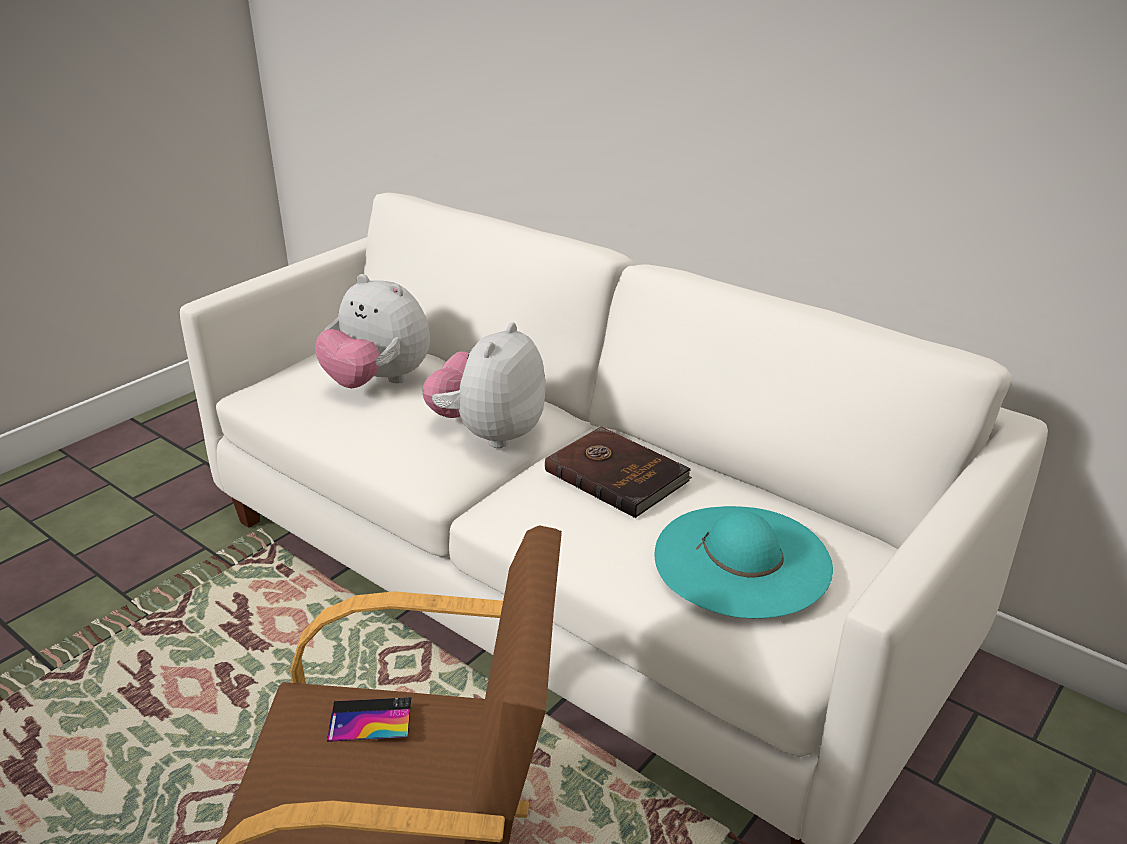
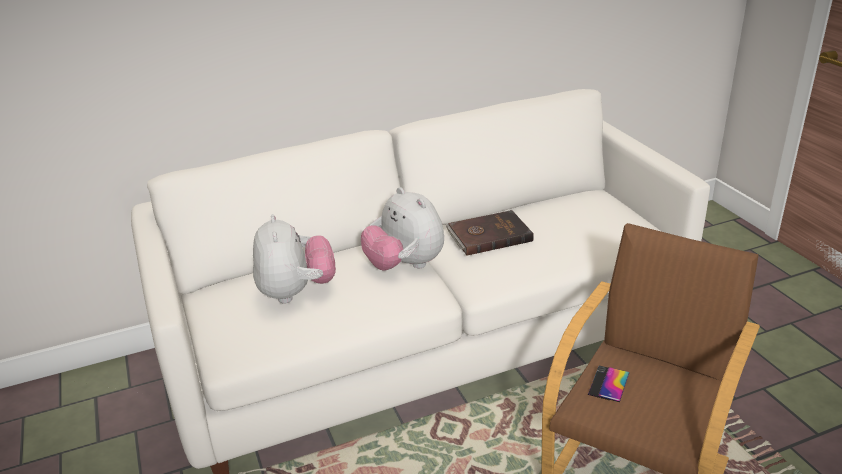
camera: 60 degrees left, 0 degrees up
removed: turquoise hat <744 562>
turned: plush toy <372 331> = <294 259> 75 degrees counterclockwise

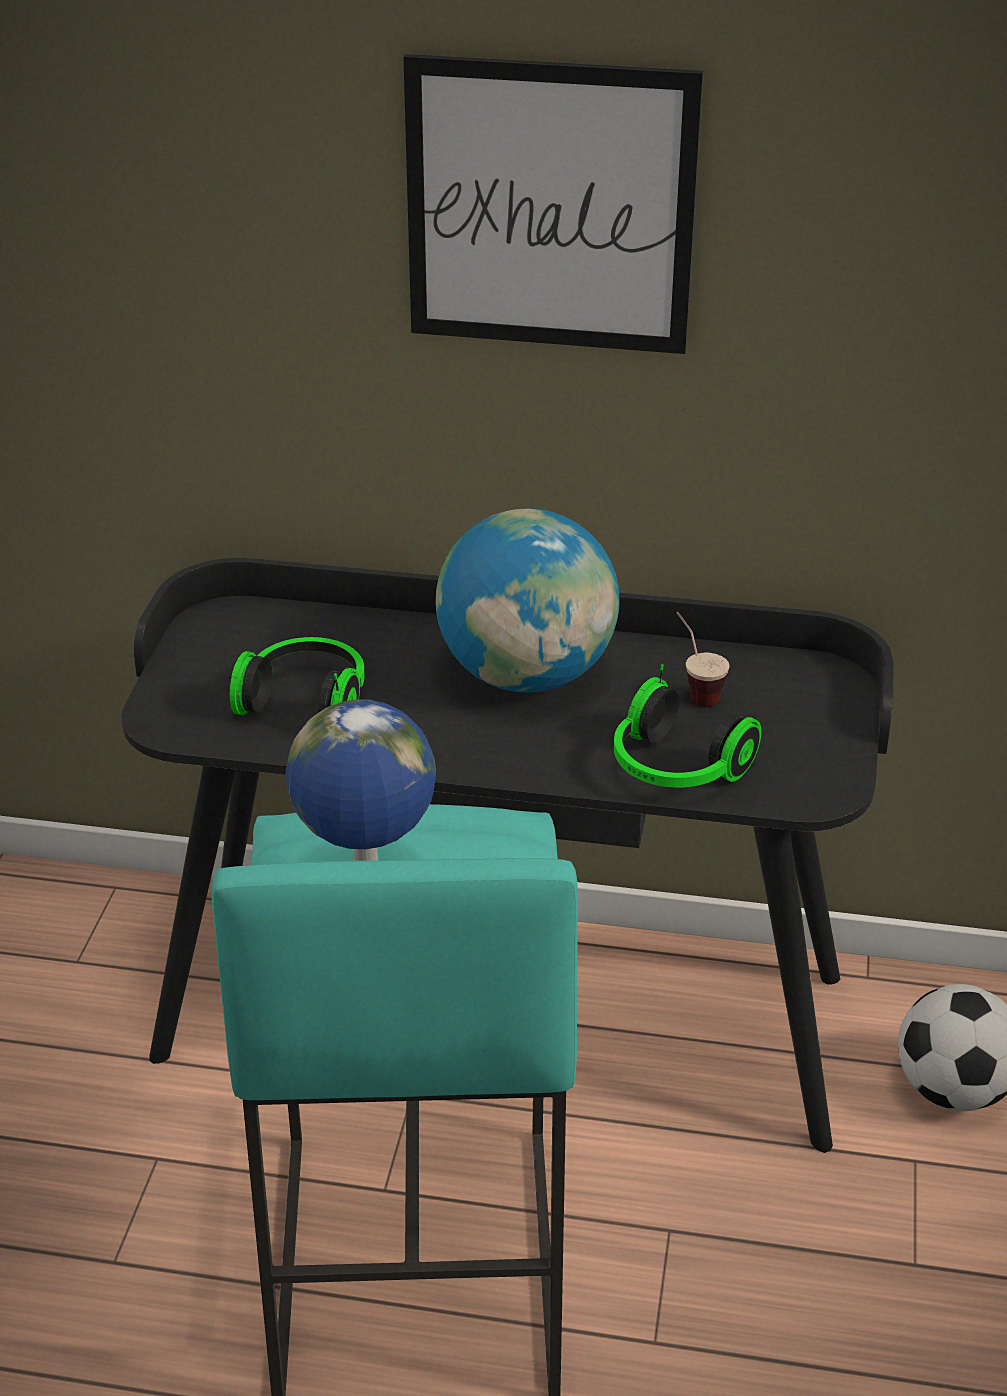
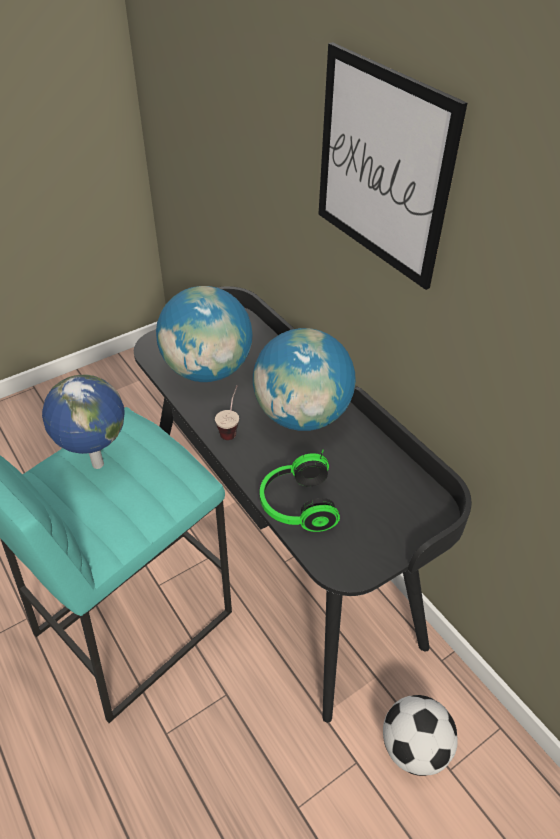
camera: 45 degrees right, 10 degrees up
moved: cup <703 659> to <227 412>
replaced: pair of headphones <297 676> to desk globe <204 334>

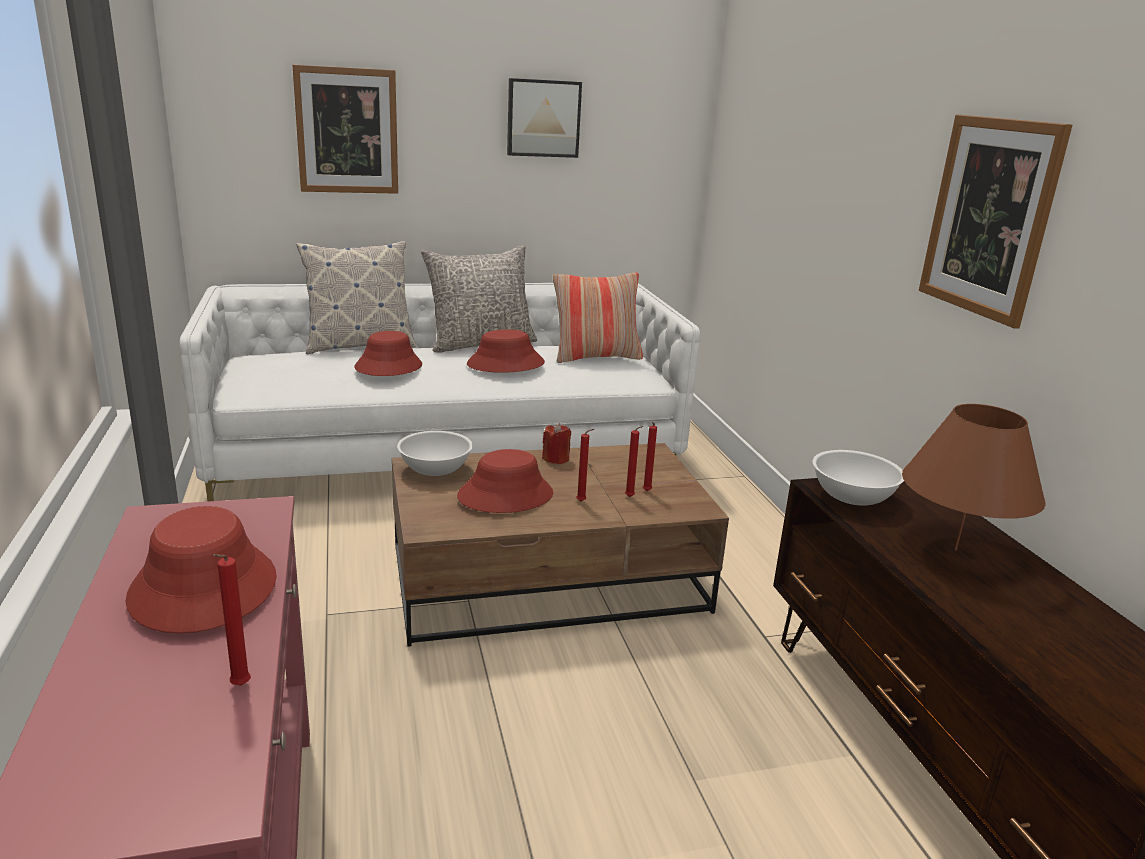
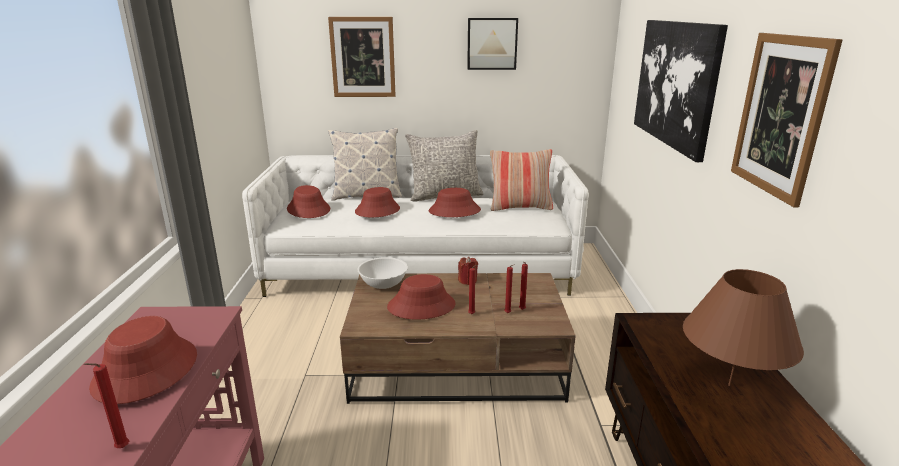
camera: 15 degrees right, 0 degrees up
removed: whitish bowl <858 478>
added: reddish hat <308 201>; wall picture <681 91>

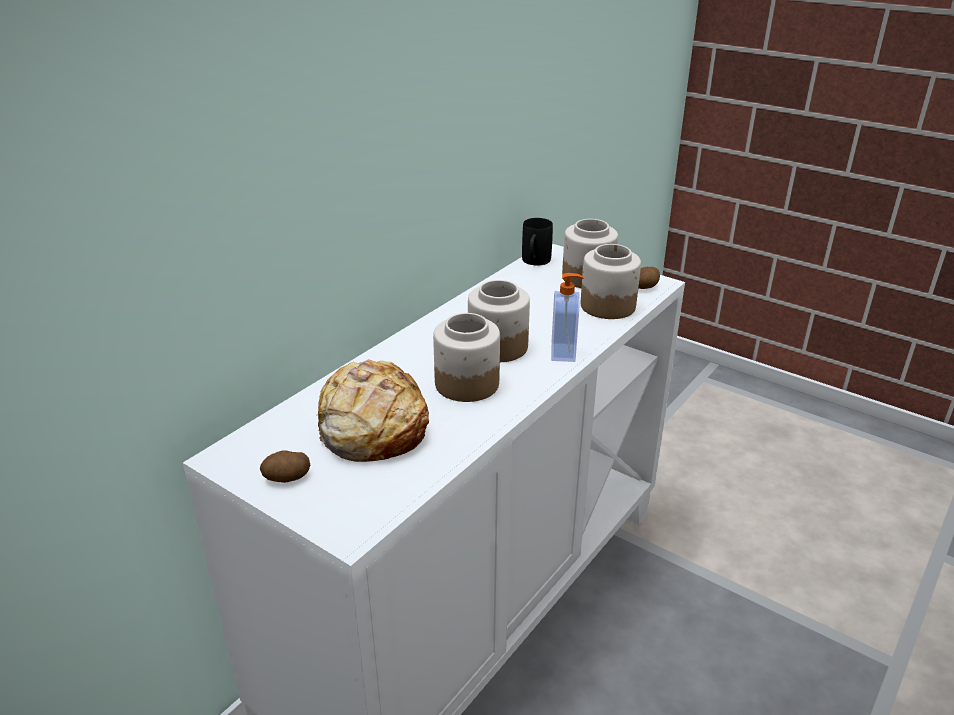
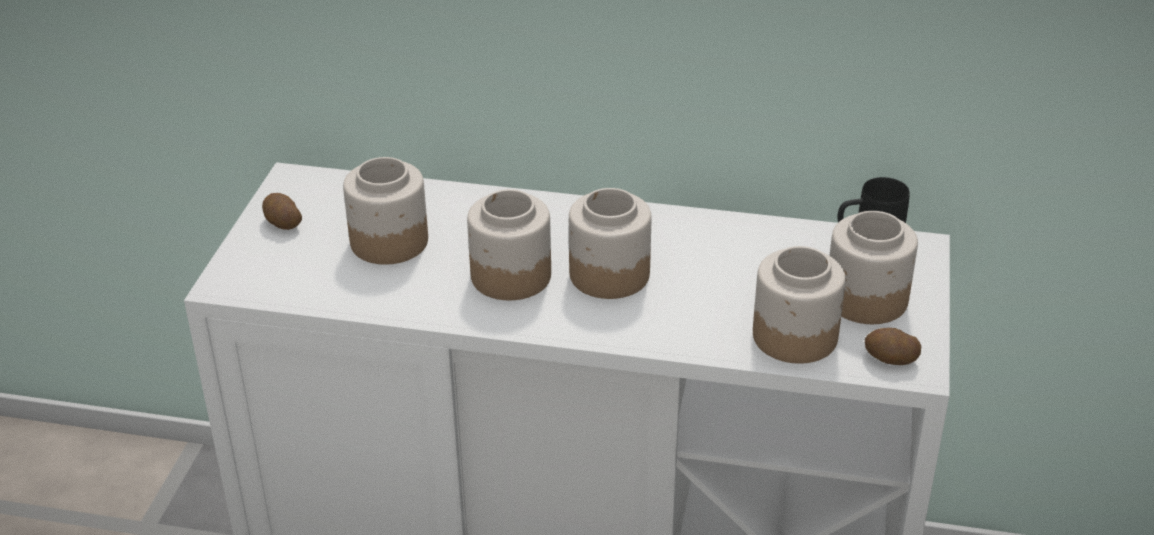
camera: 65 degrees right, 5 degrees up
removed: soap bottle <567 317>
replaced: bakery bread <372 411> to preserve jar <385 211>

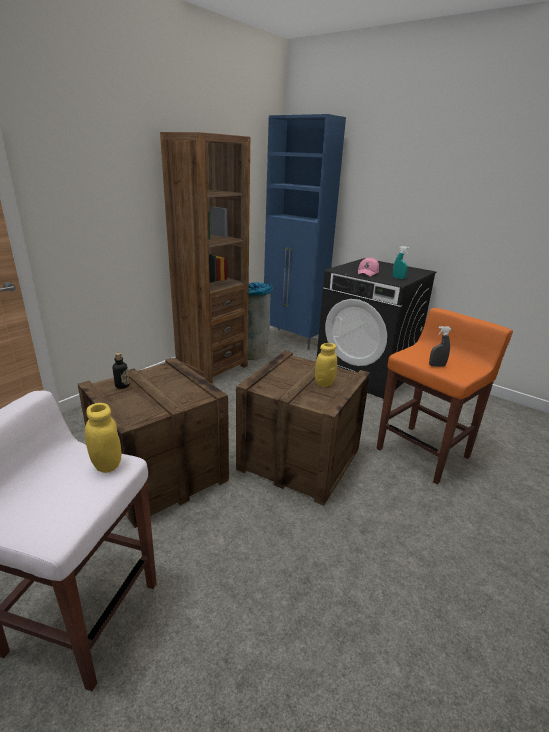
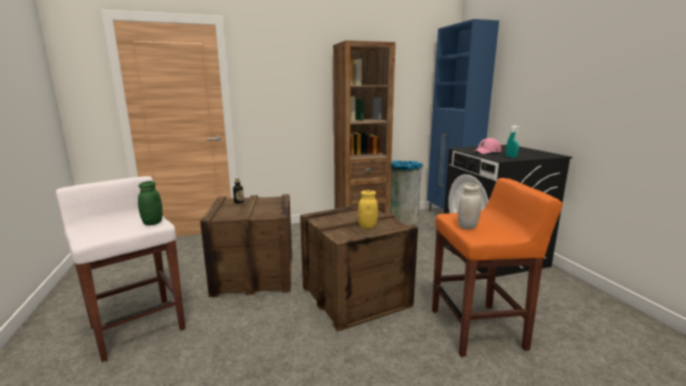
camera: 35 degrees right, 10 degrees down
replaced: greyish spray bottle <440 346> to whitish preserve jar <469 207>
recoloured: yellow preserve jar <103 438> to green-coloured preserve jar <150 203>

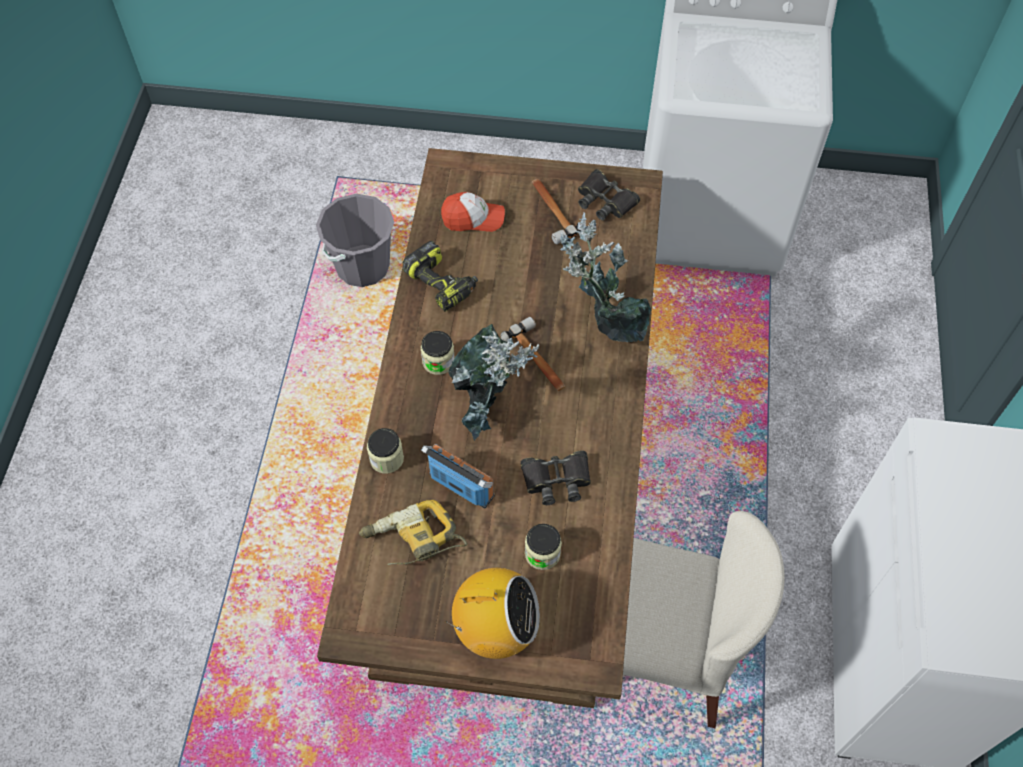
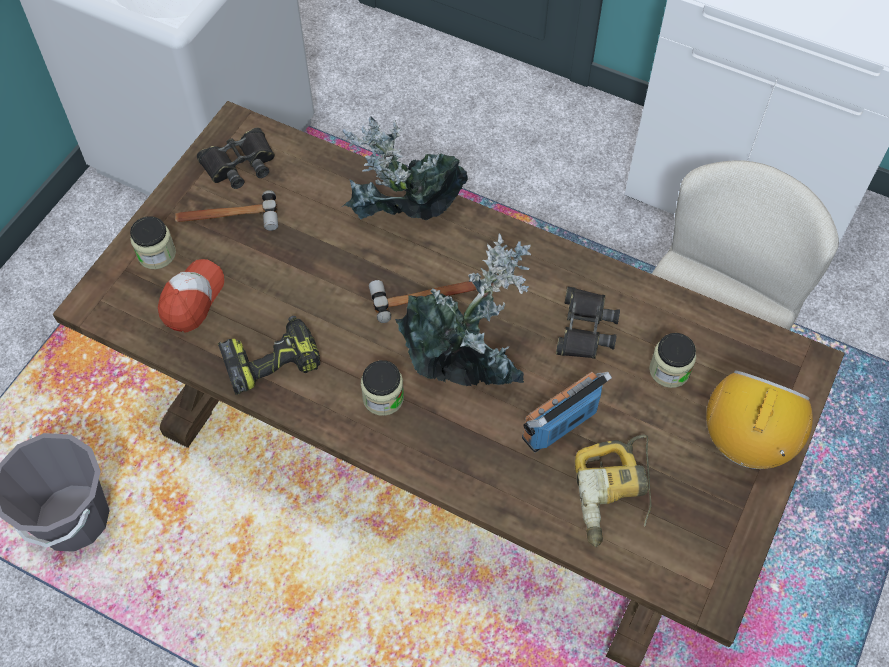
camera: 70 degrees left, 0 degrees up
moved: preserve jar <385 451> to <153 242>

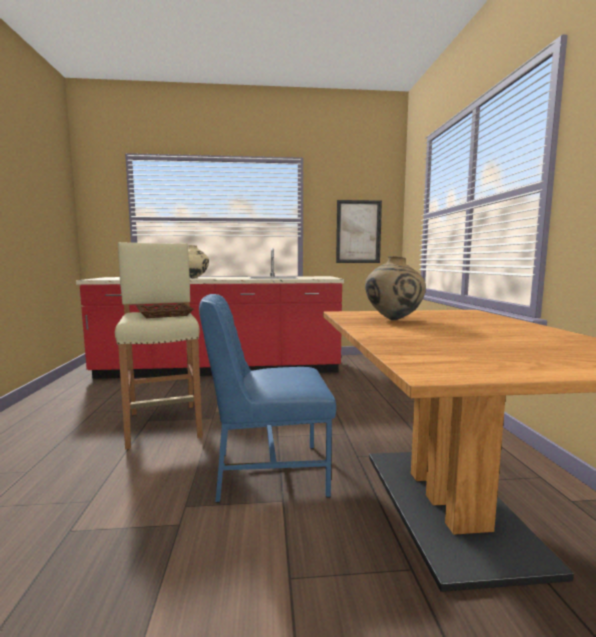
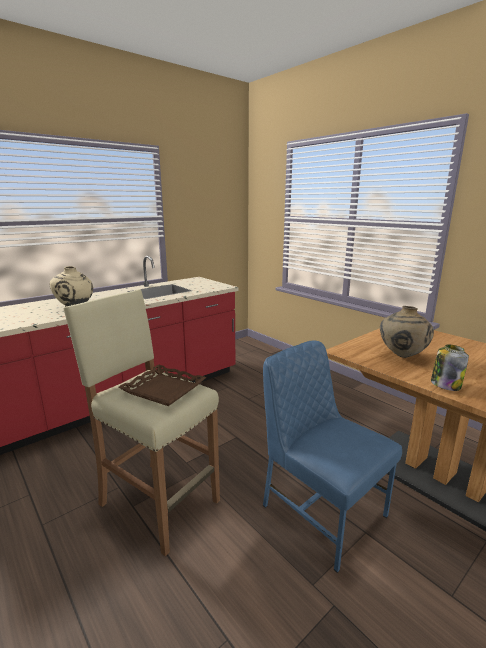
camera: 35 degrees left, 10 degrees up
removed: wall picture <359 231>
added: preserve jar <450 367>
turned: blue chair <267 398> = <332 456> 90 degrees clockwise

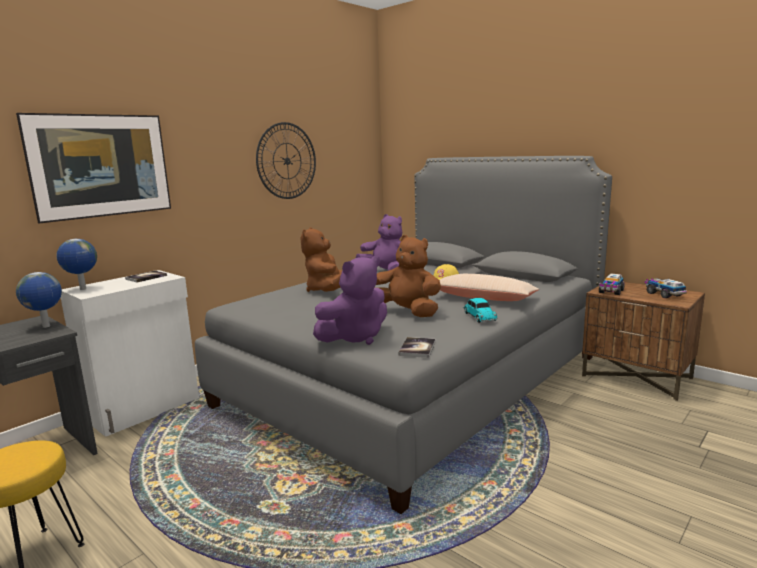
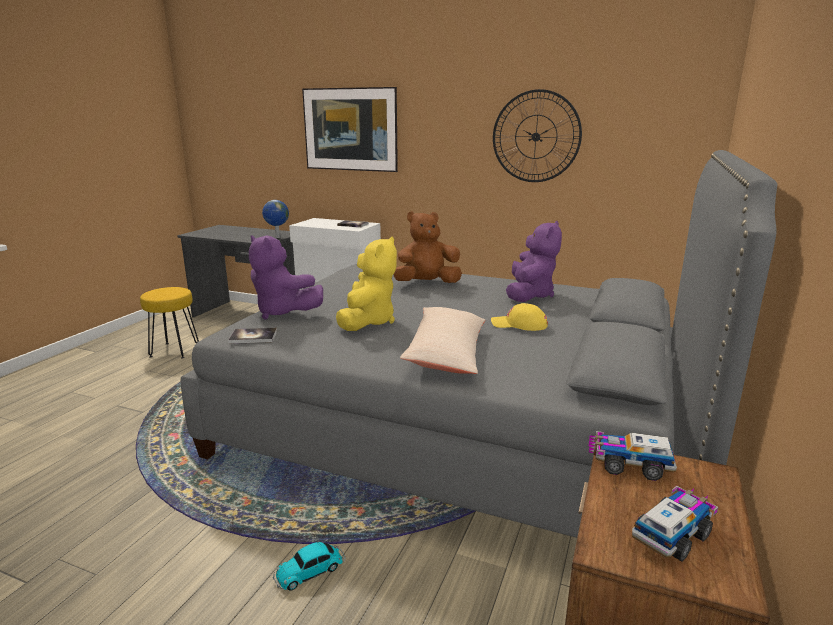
camera: 70 degrees right, 5 degrees up
removed: desk globe <76 264>
moved: toy car <480 310> to <309 566>
recoloured: brown-coloured plush toy <408 276> to yellow plush toy <366 283>

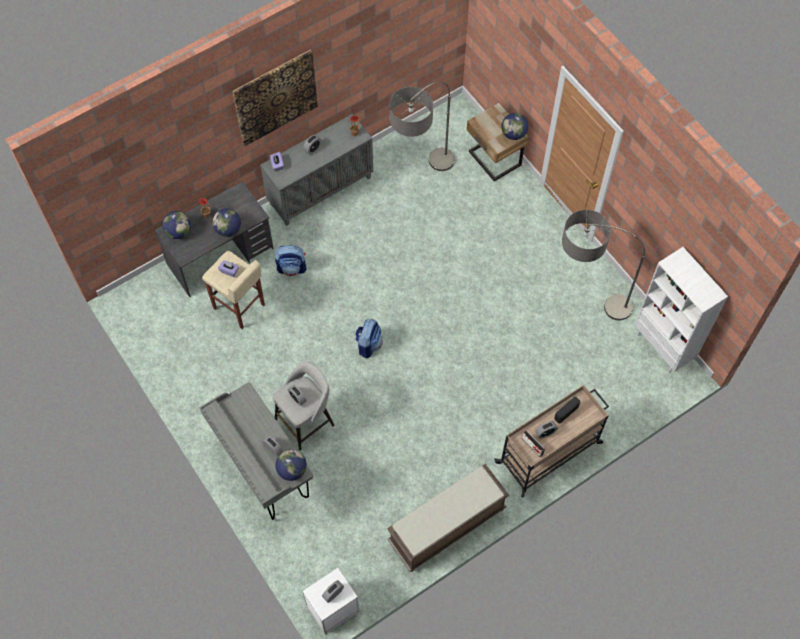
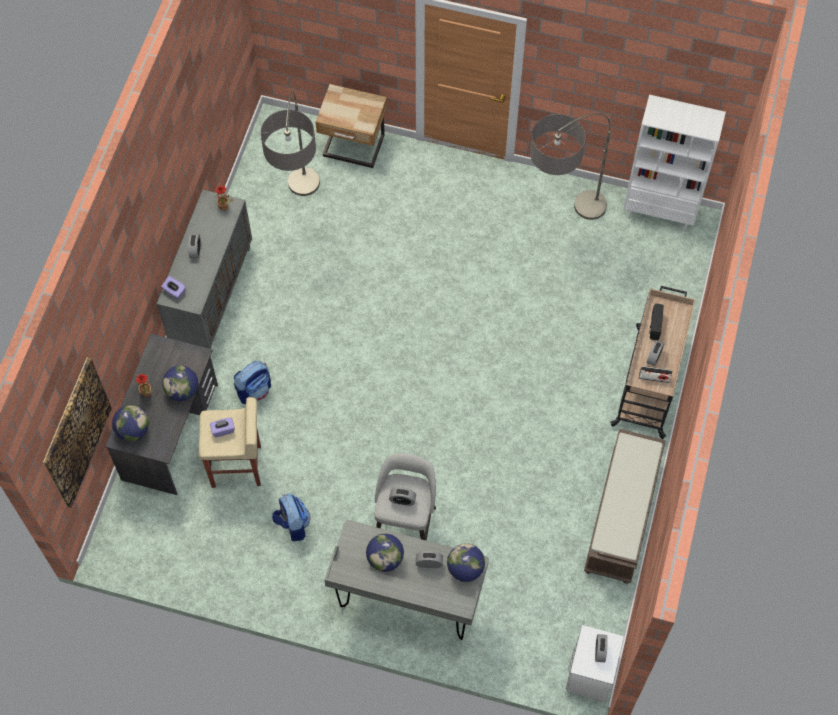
camera: 40 degrees left, 0 degrees up
moved: wall picture <275 98> to <77 432>; rucksack <369 338> to <291 517>; desk globe <514 126> to <385 553>

